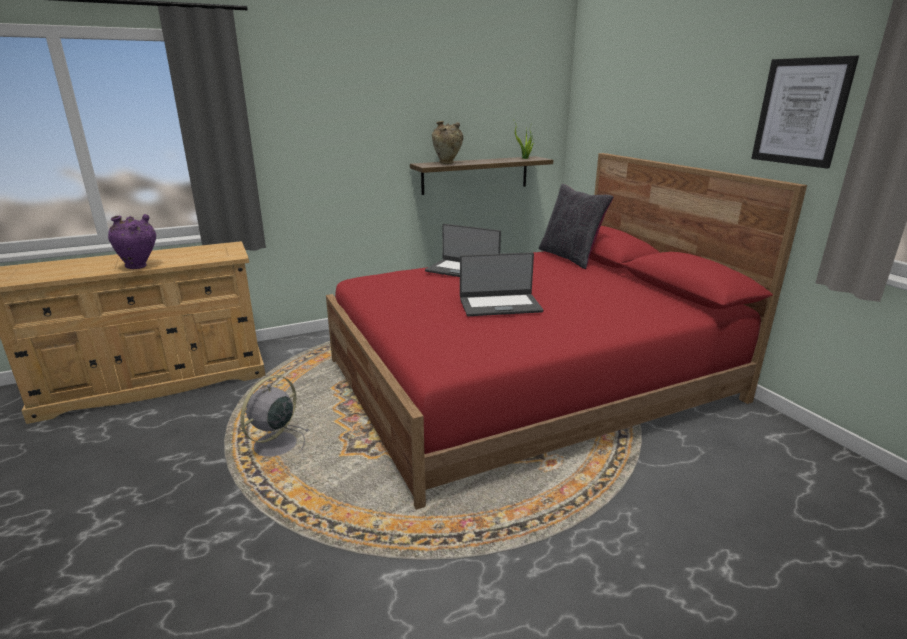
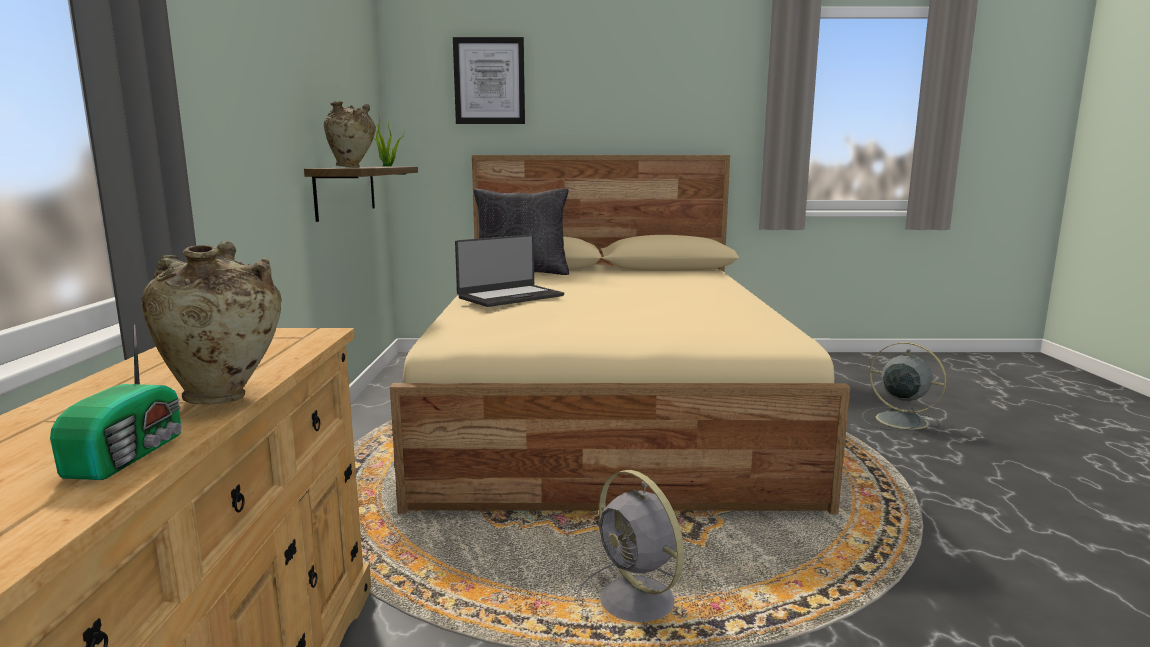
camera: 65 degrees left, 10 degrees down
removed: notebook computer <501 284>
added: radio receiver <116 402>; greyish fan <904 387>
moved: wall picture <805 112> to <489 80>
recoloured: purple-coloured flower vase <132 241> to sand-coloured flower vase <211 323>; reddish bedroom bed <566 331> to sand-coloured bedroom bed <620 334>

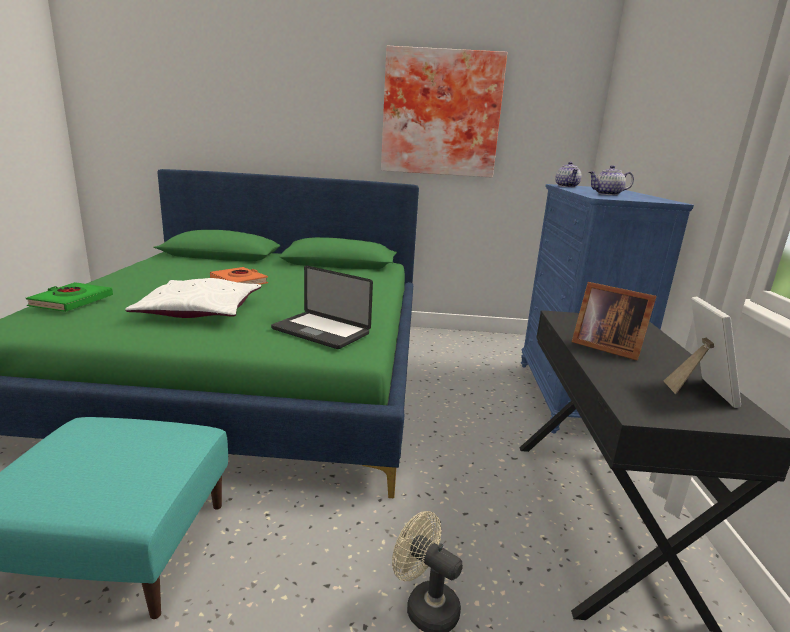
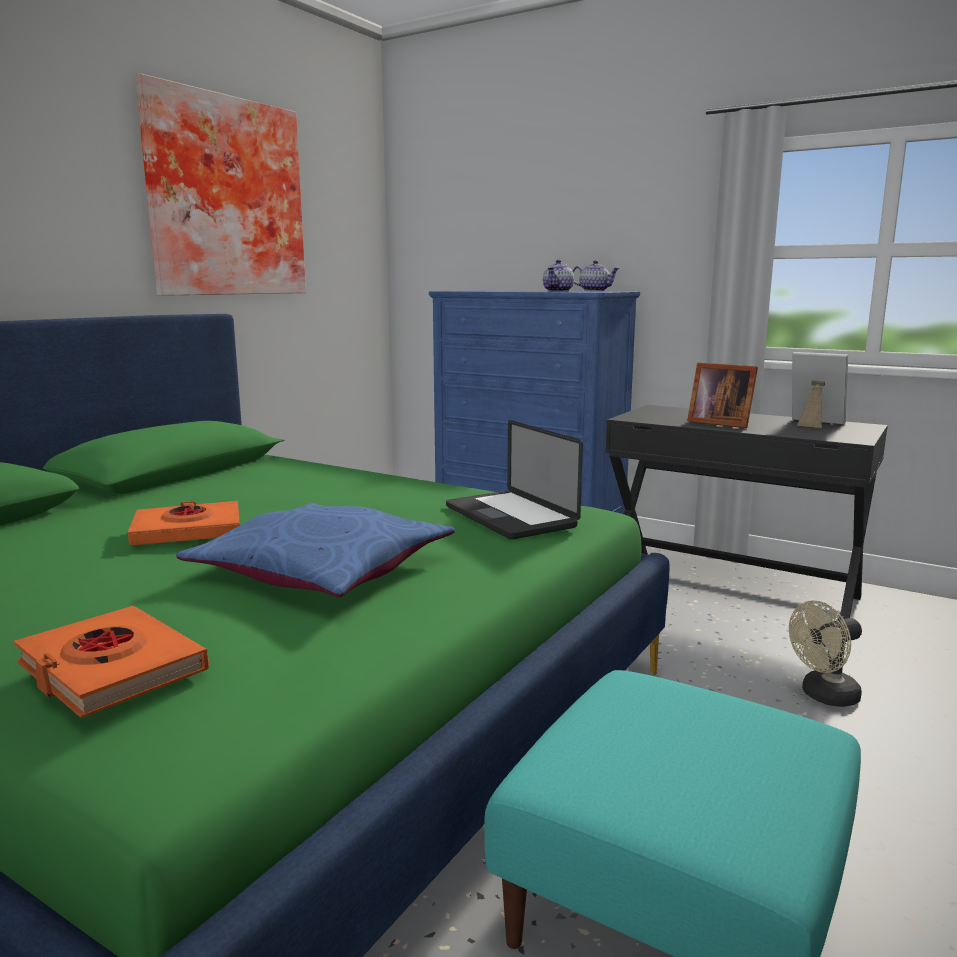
camera: 60 degrees left, 5 degrees down
moved: teapot <568 174> to <596 275>
recoloured: green-coloured book <69 297> to orangey book <111 662>; whitish throw pillow <193 298> to blue throw pillow <315 550>
turned: notebook computer <322 307> = <514 480> 90 degrees clockwise; picture frame <613 321> = <722 395> 60 degrees clockwise

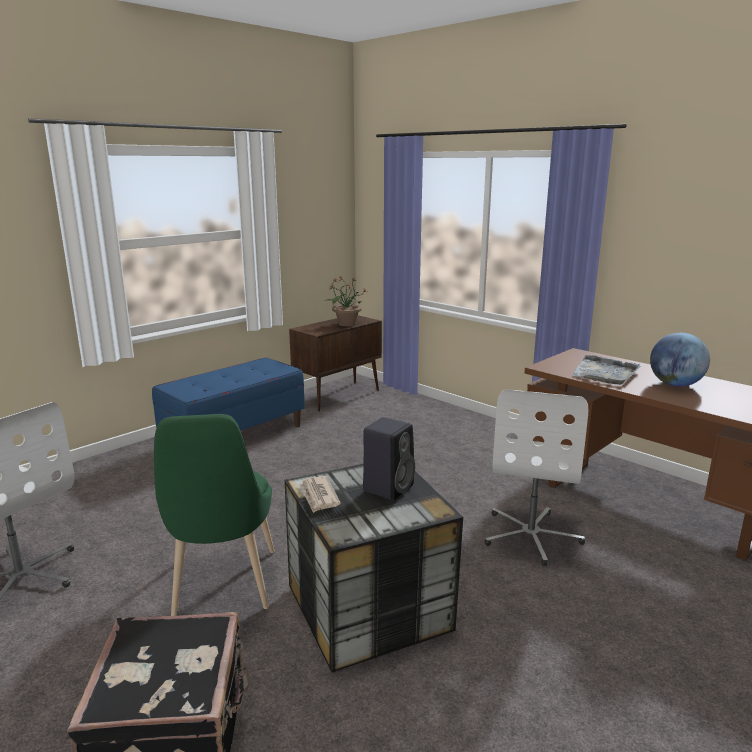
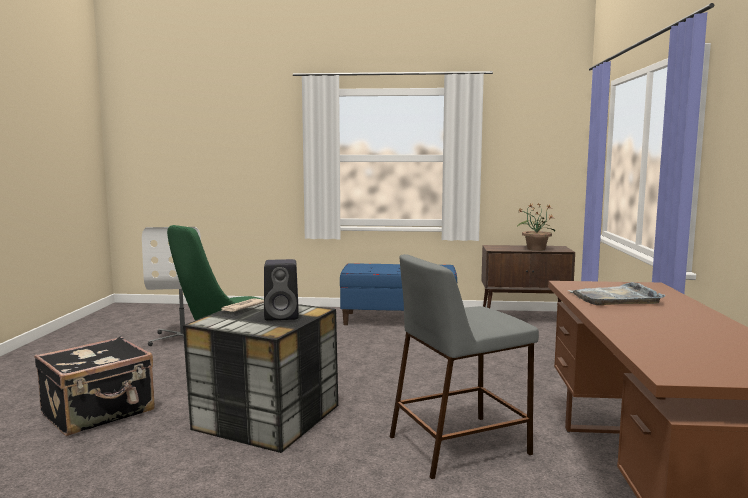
camera: 50 degrees right, 10 degrees down
removed: desk globe <680 360>
replaced: whitish office chair <536 477> to greyish sitting stool <464 366>

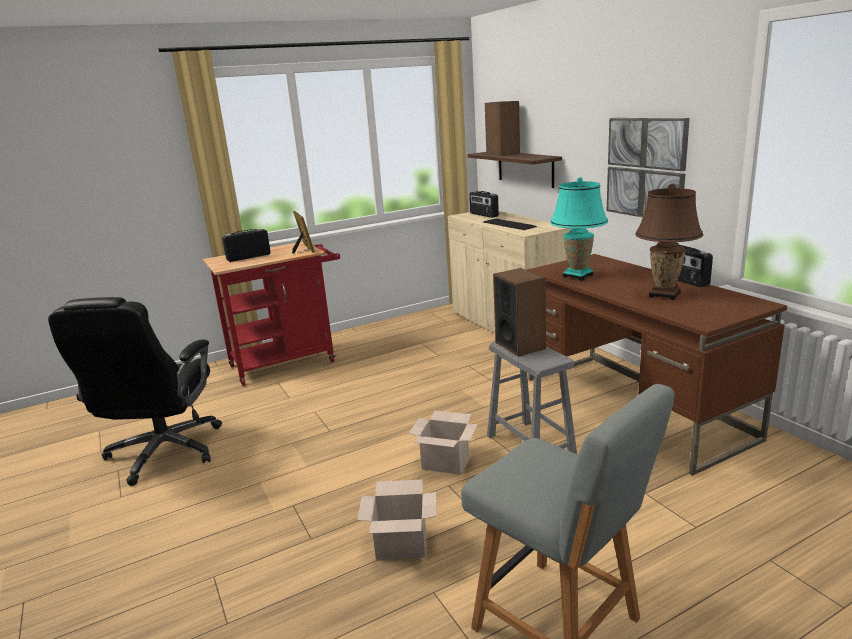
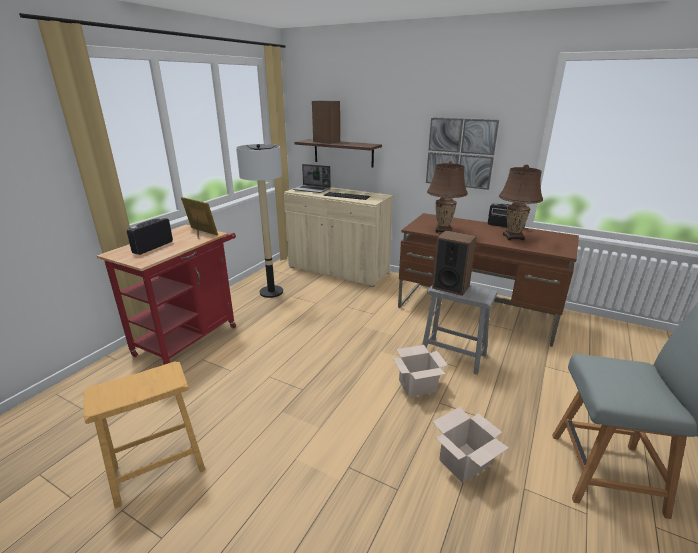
camera: 35 degrees left, 5 degrees up
added: standing lamp <259 221>
replaced: blackish office chair <135 391> to brown-coloured sitting stool <145 435>; radio receiver <484 204> to notebook computer <312 178>
recoloured: turquoise table lamp <579 229> to brown-coloured table lamp <447 197>

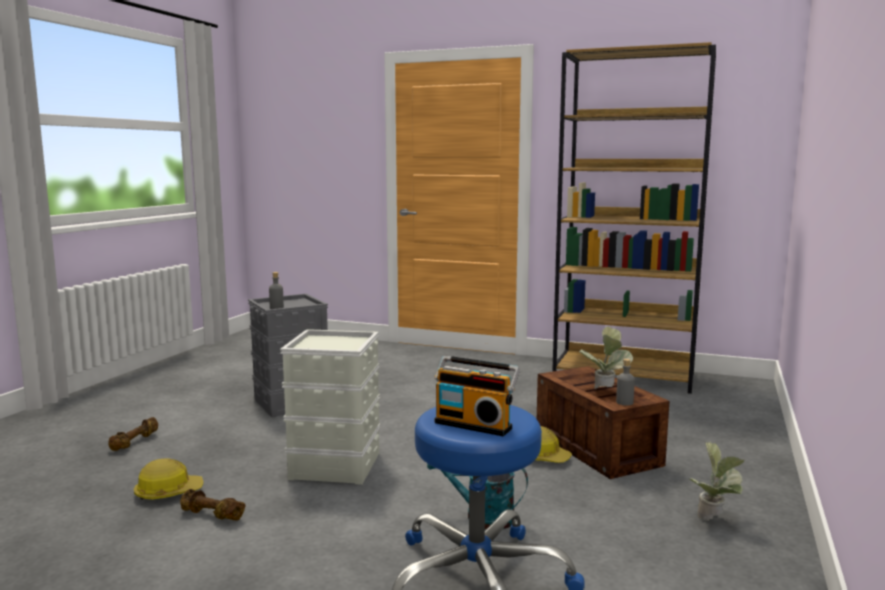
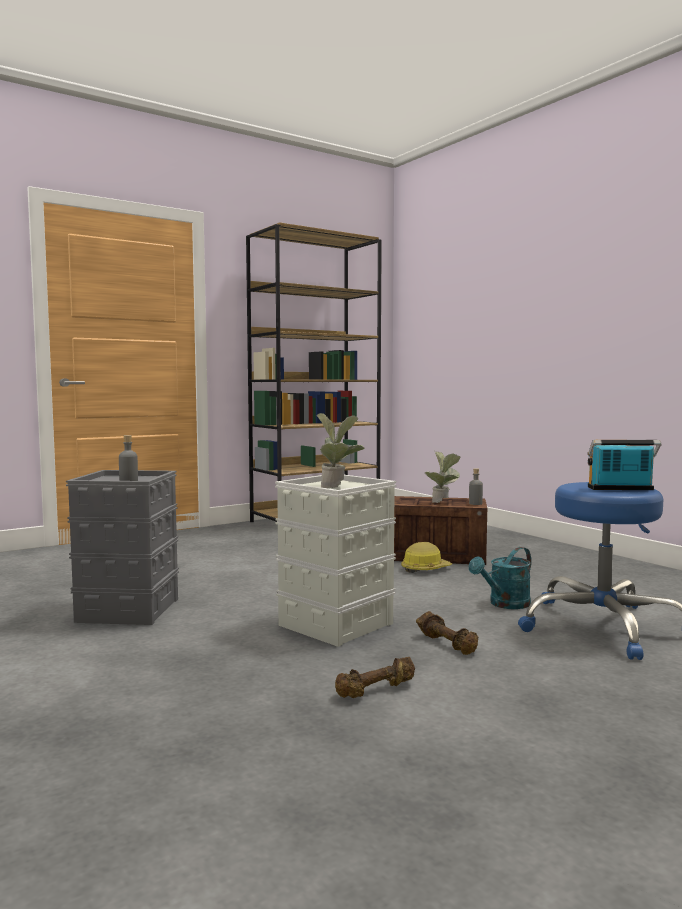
camera: 55 degrees left, 5 degrees down
removed: safety helmet <168 479>
moved: potted plant <717 481> to <341 451>; brown-coloured dumbbell <133 434> to <447 633>
turned: radio receiver <477 396> = <624 465> 150 degrees counterclockwise

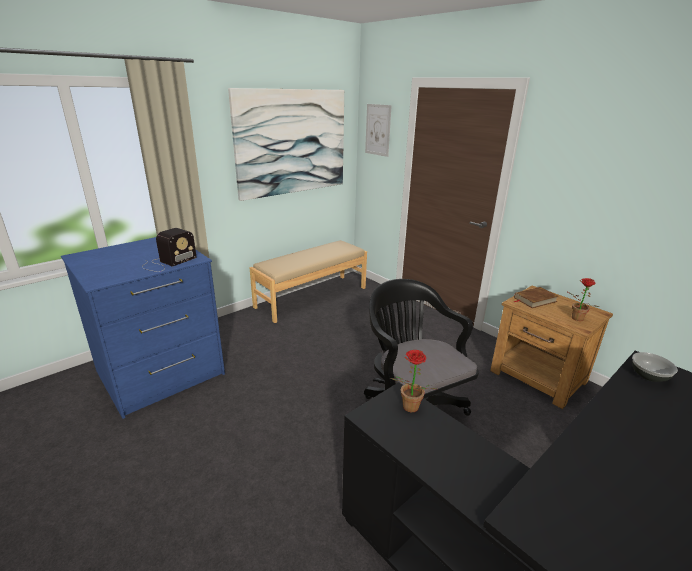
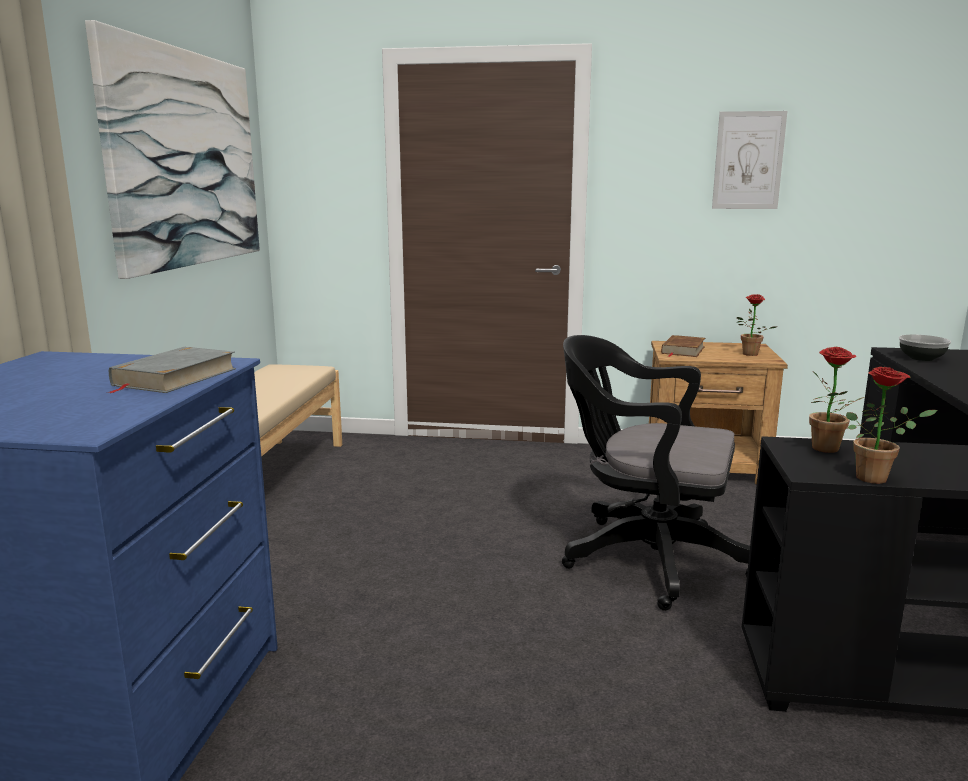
camera: 40 degrees left, 10 degrees down
added: potted plant <892 425>
moved: wall picture <378 130> to <749 160>
replaced: radio receiver <169 250> to greyish book <172 370>

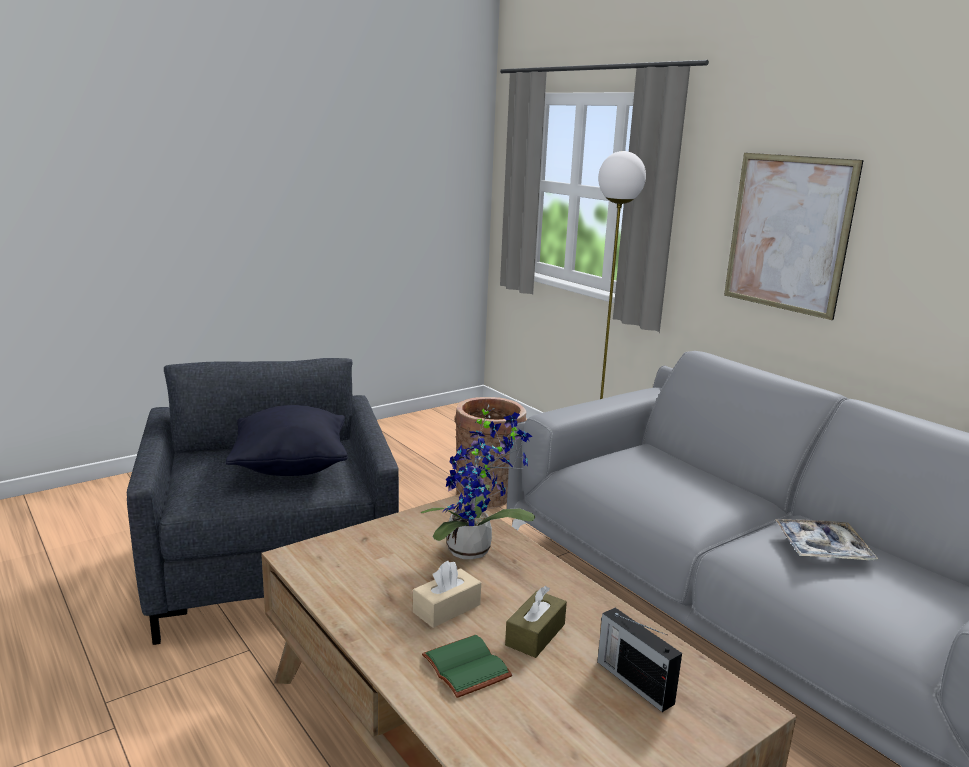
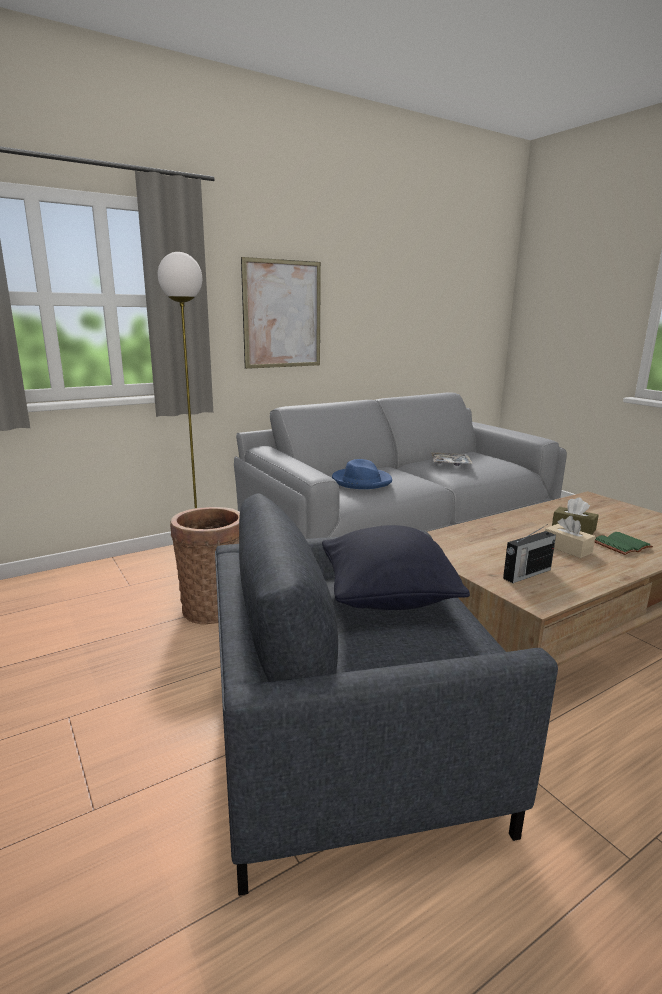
camera: 85 degrees left, 0 degrees up
removed: potted plant <478 482>
added: blue hat <362 474>
moved: radio receiver <639 660> to <529 553>

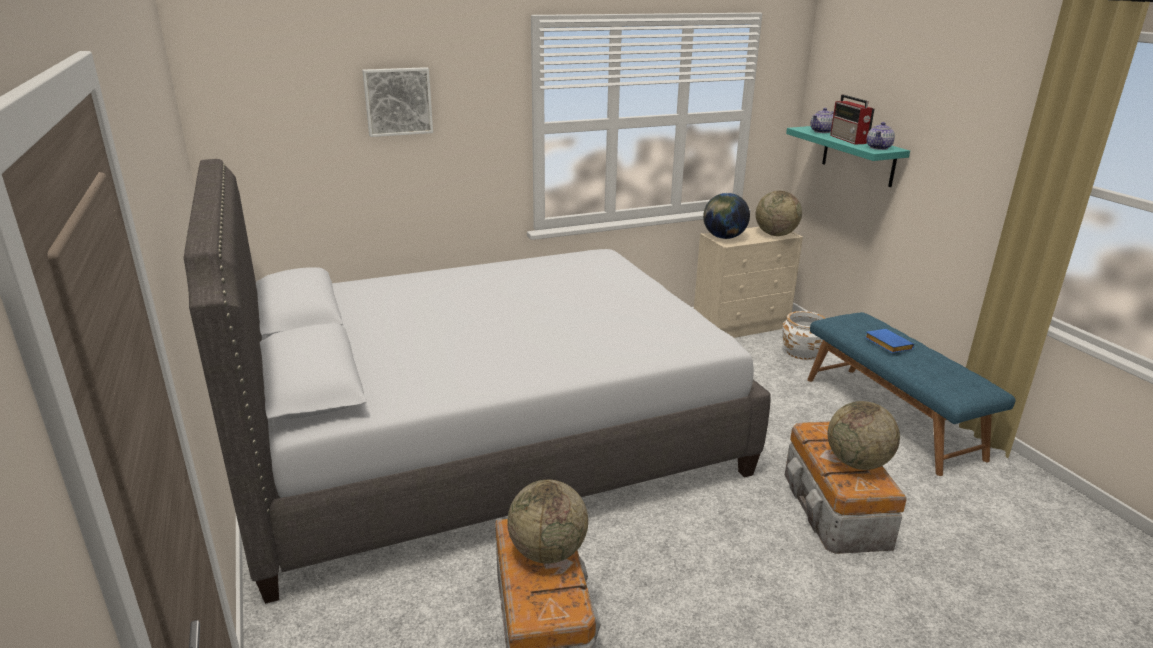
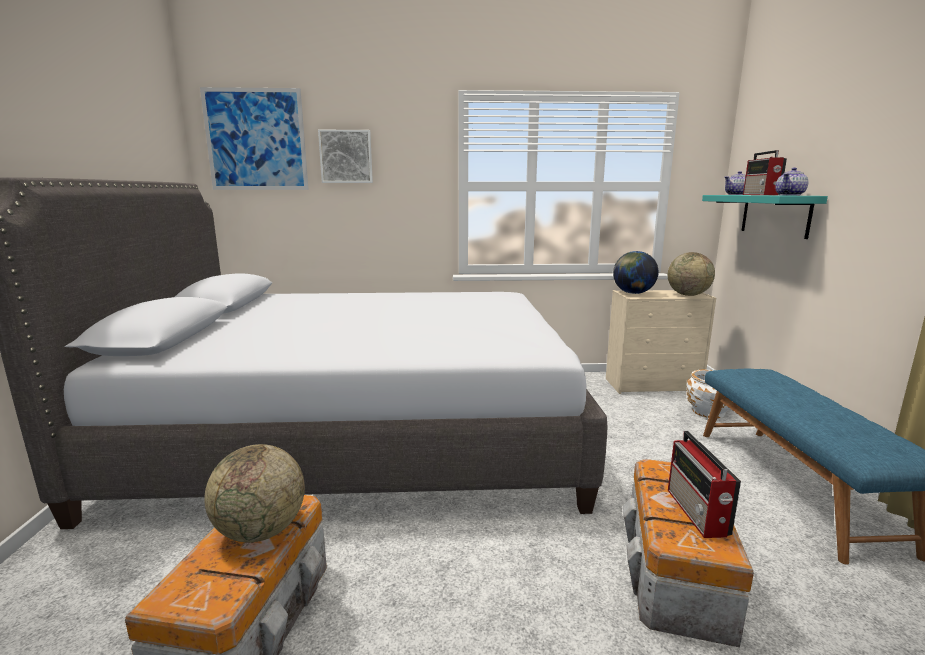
camera: 20 degrees right, 10 degrees down
removed: blue book <889 341>
added: wall picture <254 138>
replaced: desk globe <864 435> to radio receiver <704 484>

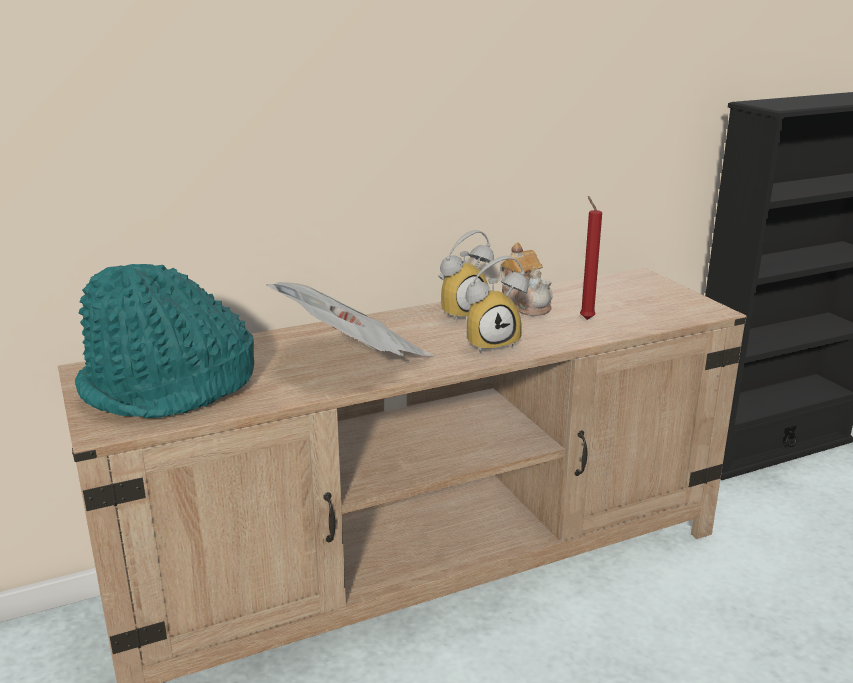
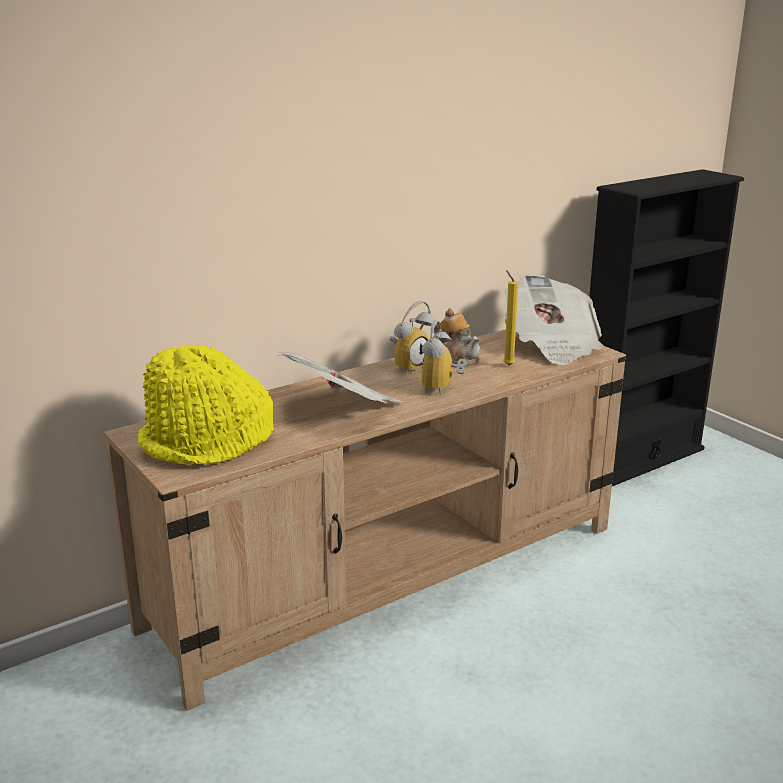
camera: 10 degrees left, 0 degrees up
added: daily paper <553 319>
recoloured: turquoise hat <164 341> to yellow hat <205 405>; reddish wax light <591 258> to yellow wax light <510 318>
turned: table clock <496 305> = <444 358> 135 degrees clockwise

